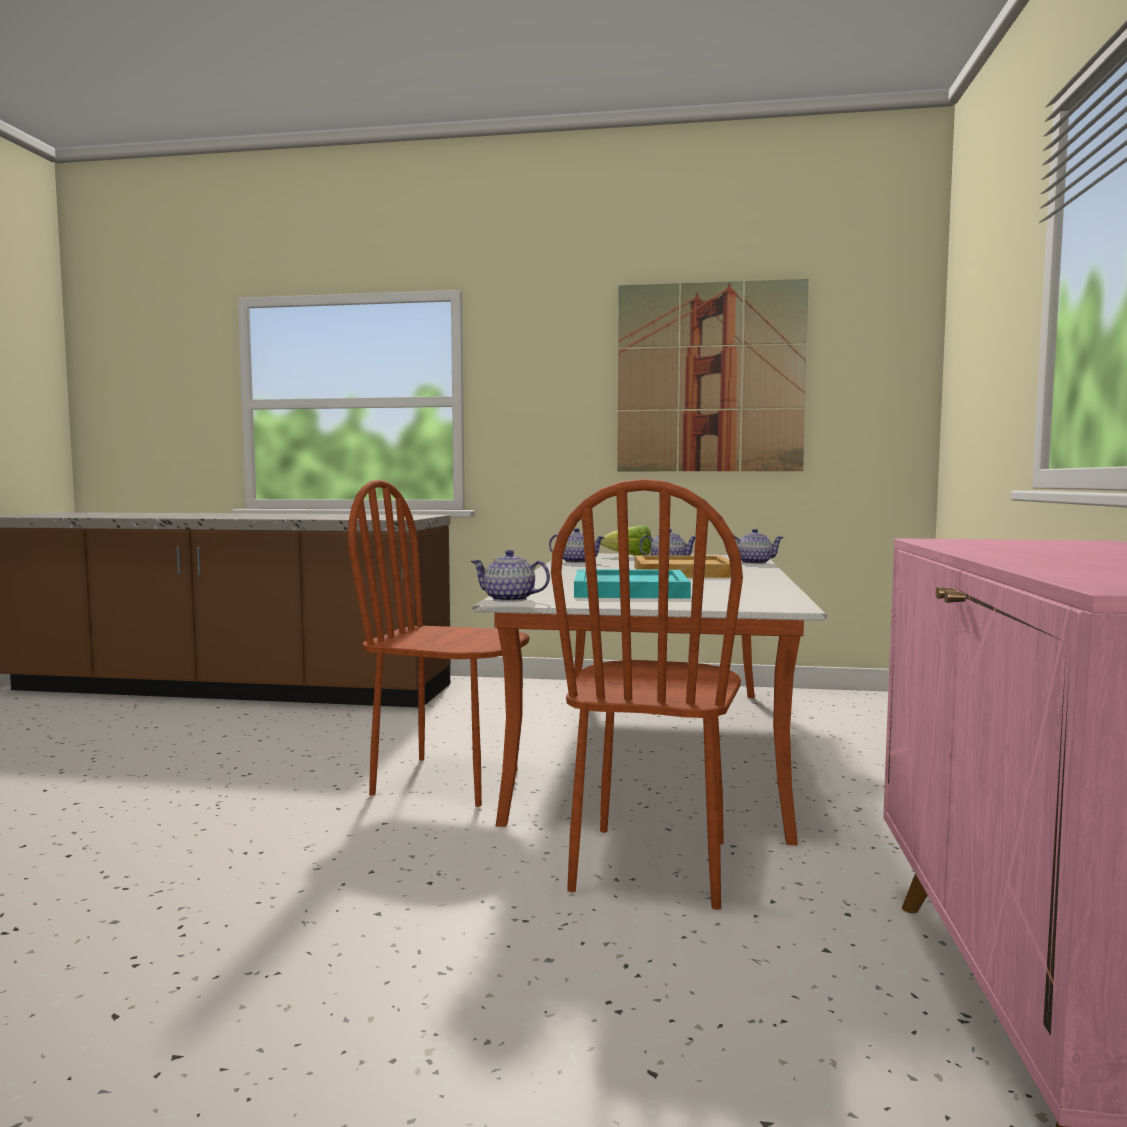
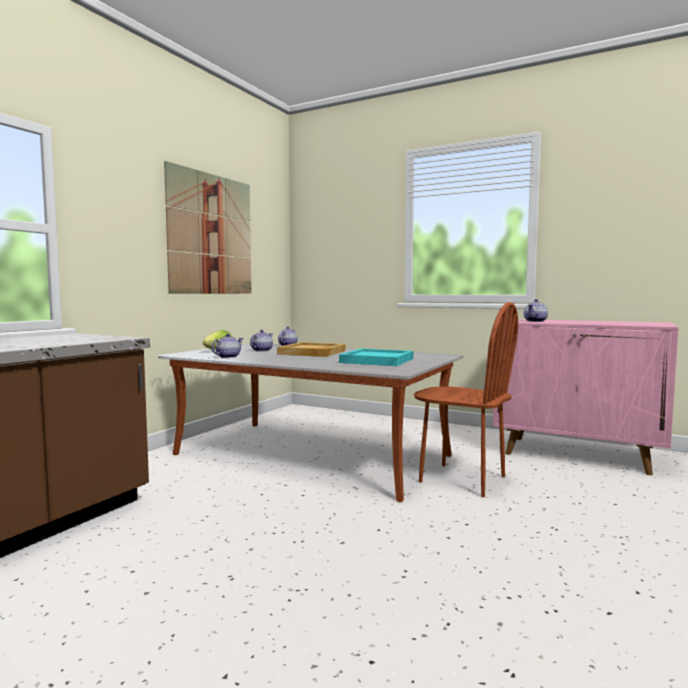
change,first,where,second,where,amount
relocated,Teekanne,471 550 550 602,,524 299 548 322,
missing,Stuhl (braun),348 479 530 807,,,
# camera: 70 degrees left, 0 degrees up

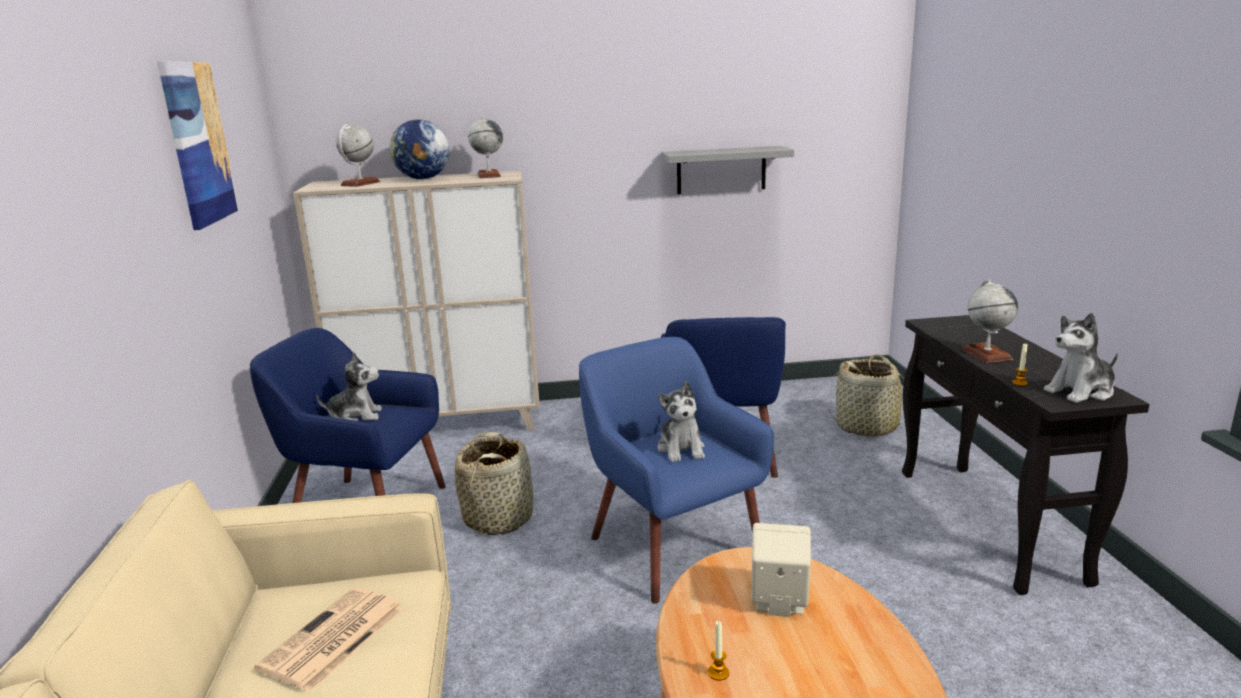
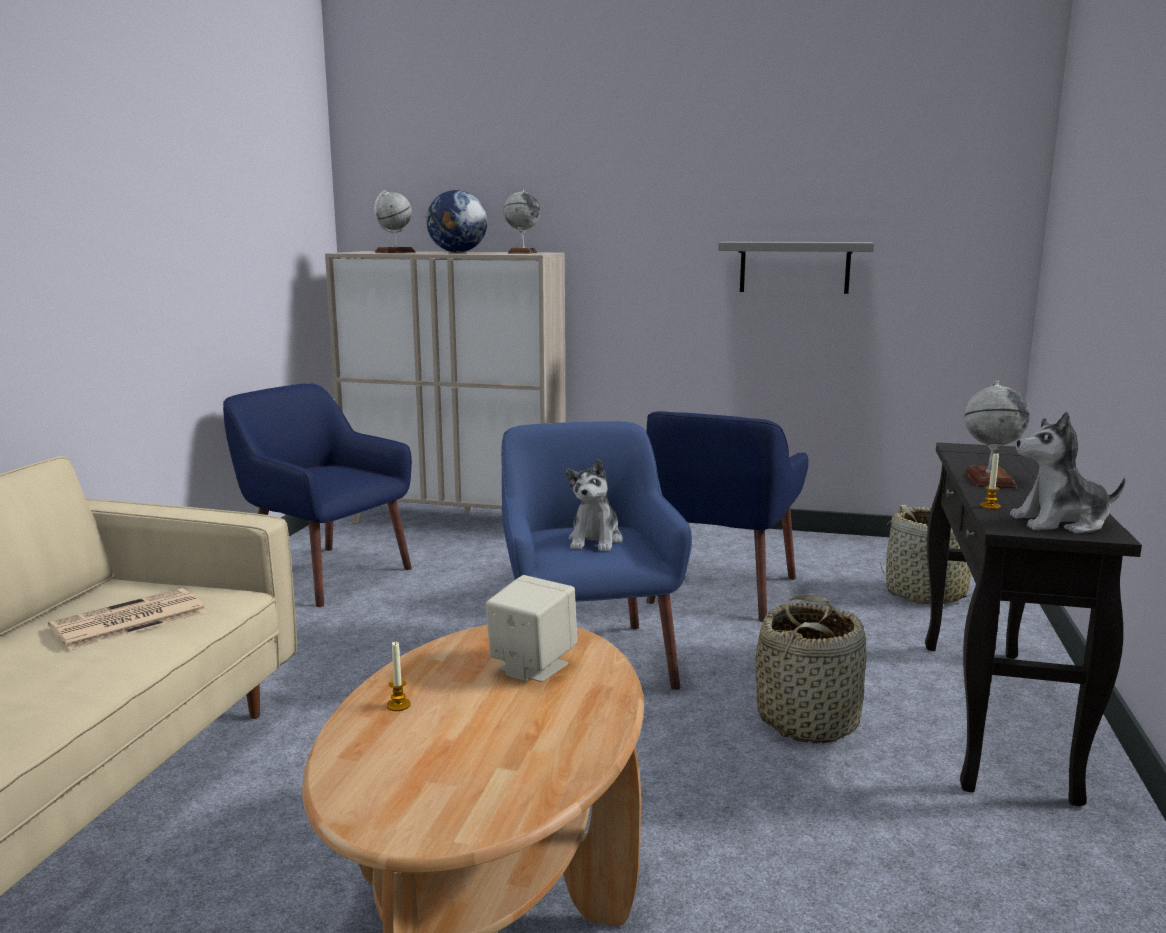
change,first,where,second,where,amount
relocated,Korb,455 432 533 535,,755 594 867 744,
missing,Bild,157 61 239 230,,,
missing,Plüschtier,316 352 382 421,,,
# camera: 20 degrees right, 5 degrees down

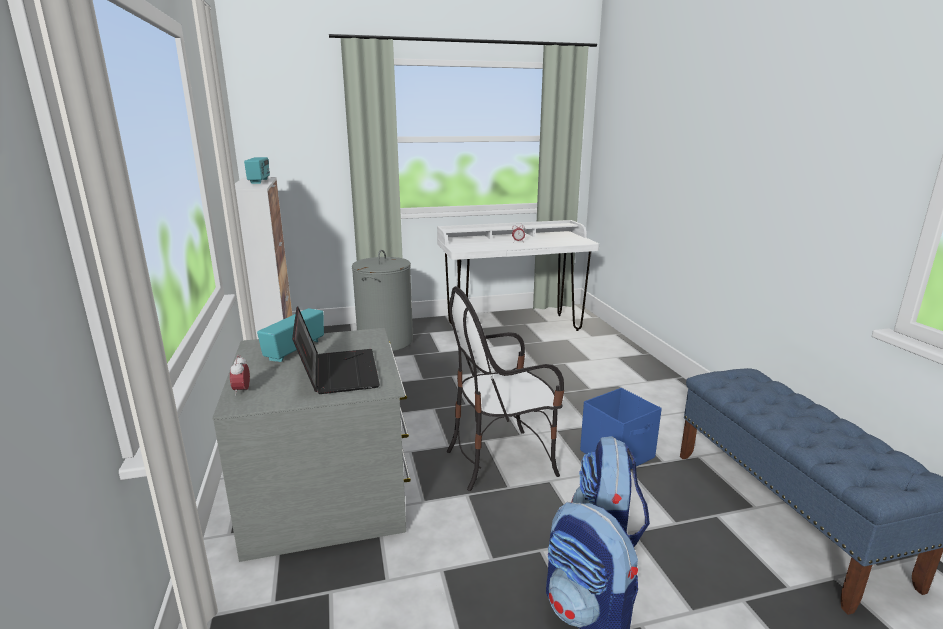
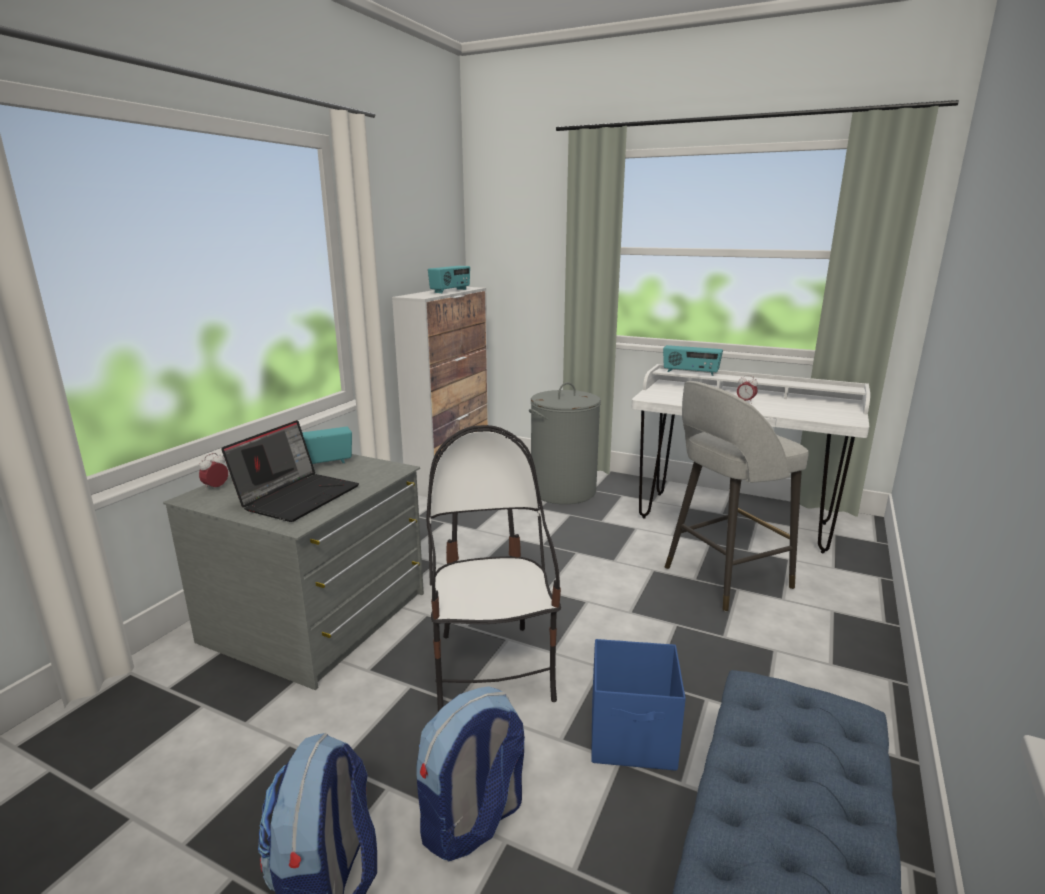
change,first,where,second,where,amount
spun,Stuhl,447 286 564 491,,426 425 561 712,60 degrees clockwise
appeared,,,Radio,663 345 723 376,
appeared,,,Hocker (grau),665 381 809 611,
# camera: 40 degrees right, 0 degrees up

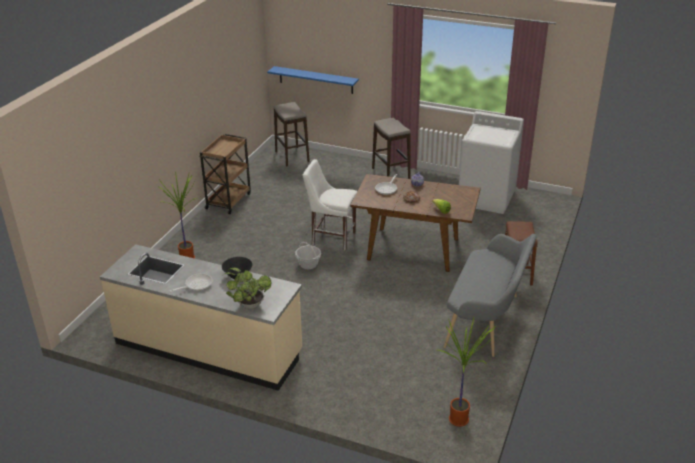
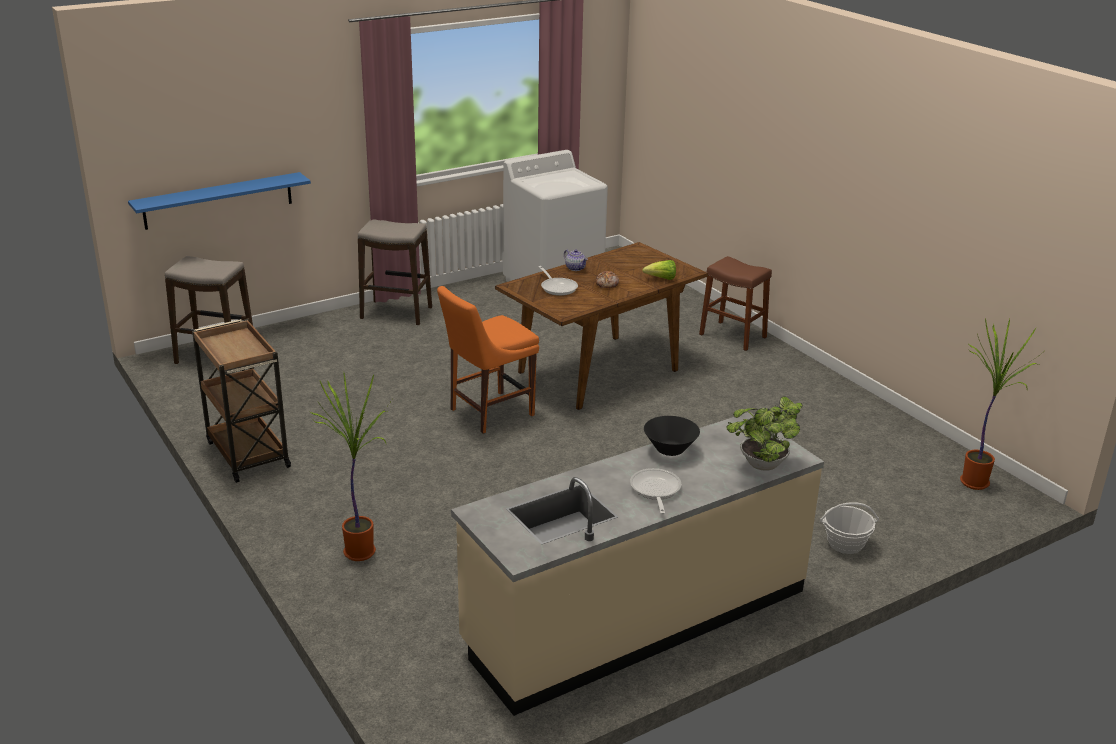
change,first,where,second,where,amount
colour,Stuhl (weiß),302 159 357 251,Stuhl (orange),437 286 539 434,
relocated,Korb,295 242 321 269,,820 502 879 554,
missing,Bank (grau),444 234 536 357,,,
# camera: 55 degrees left, 5 degrees down

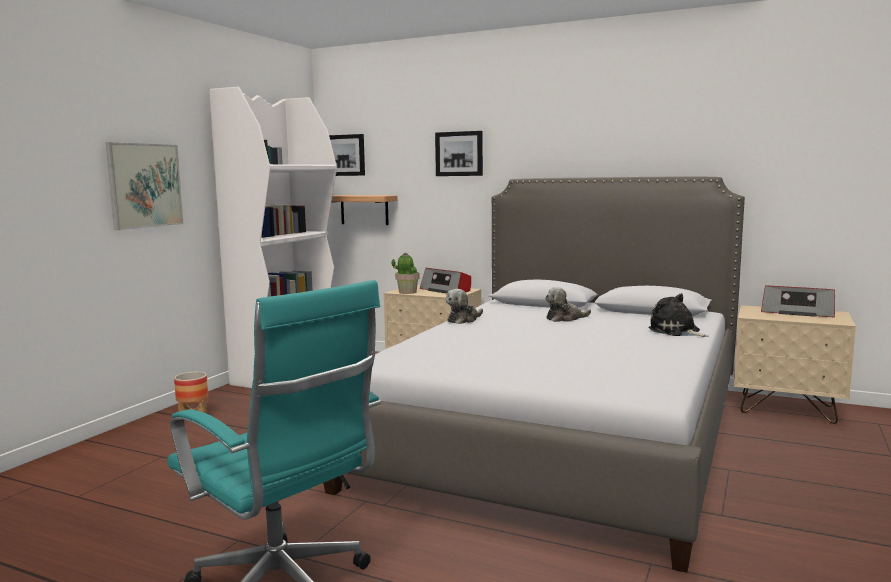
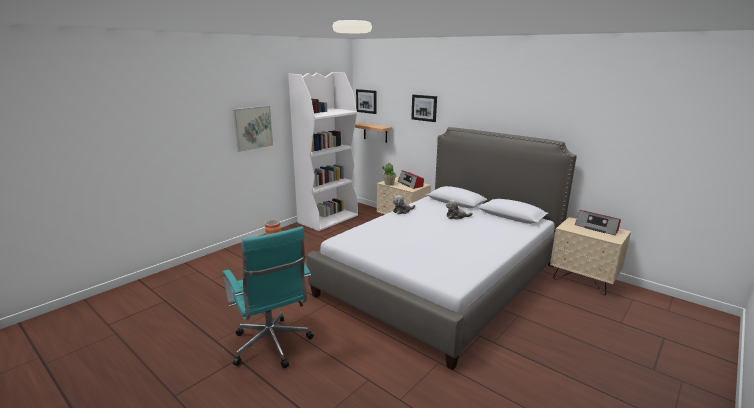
change,first,where,second,where,amount
missing,Plüschtier,648 293 708 337,,,
# camera: 15 degrees right, 10 degrees up

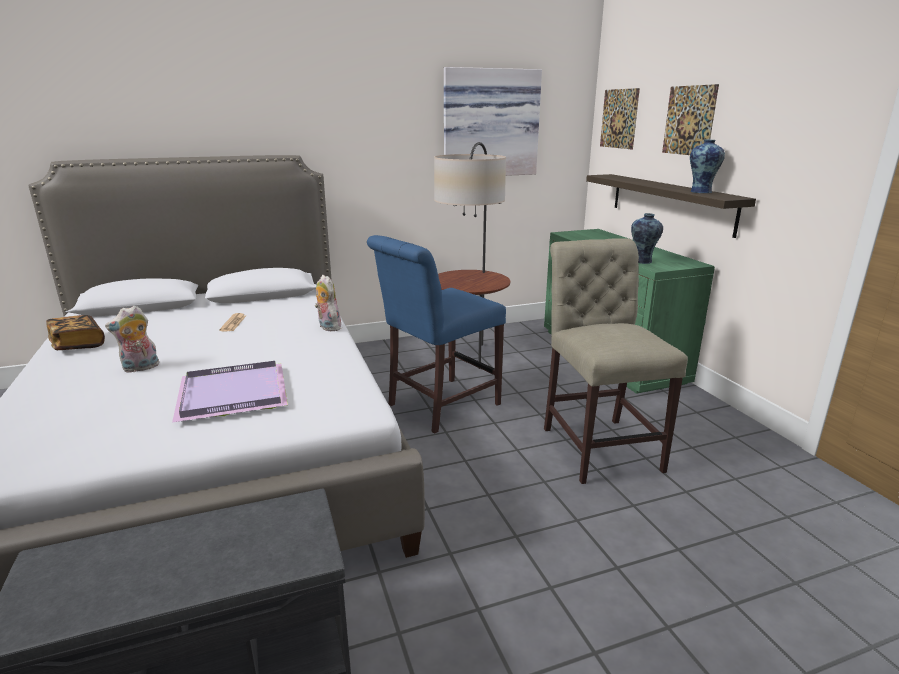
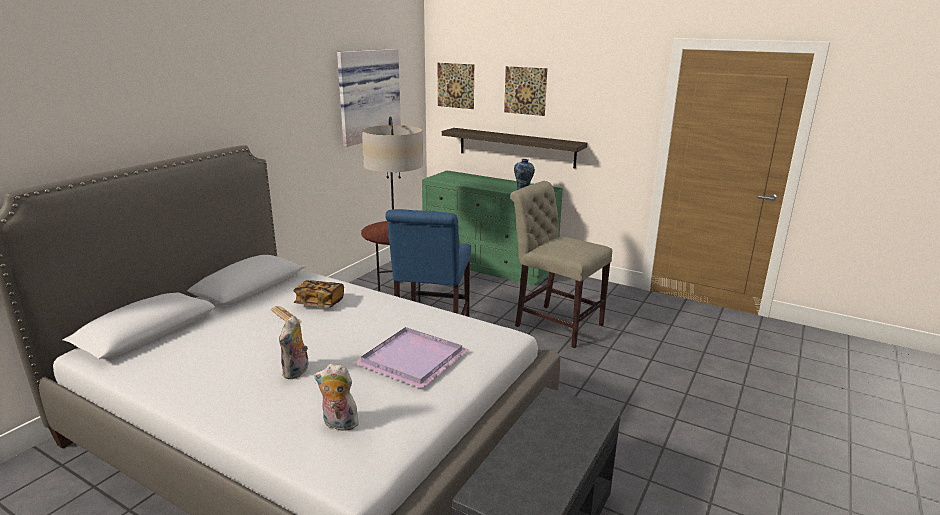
change,first,where,second,where,amount
relocated,Buch,46 315 105 350,,293 280 344 308,
relocated,Plüschtier,315 275 341 331,,314 364 359 431,
missing,Vase,690 139 725 193,,,
# camera: 40 degrees left, 0 degrees up

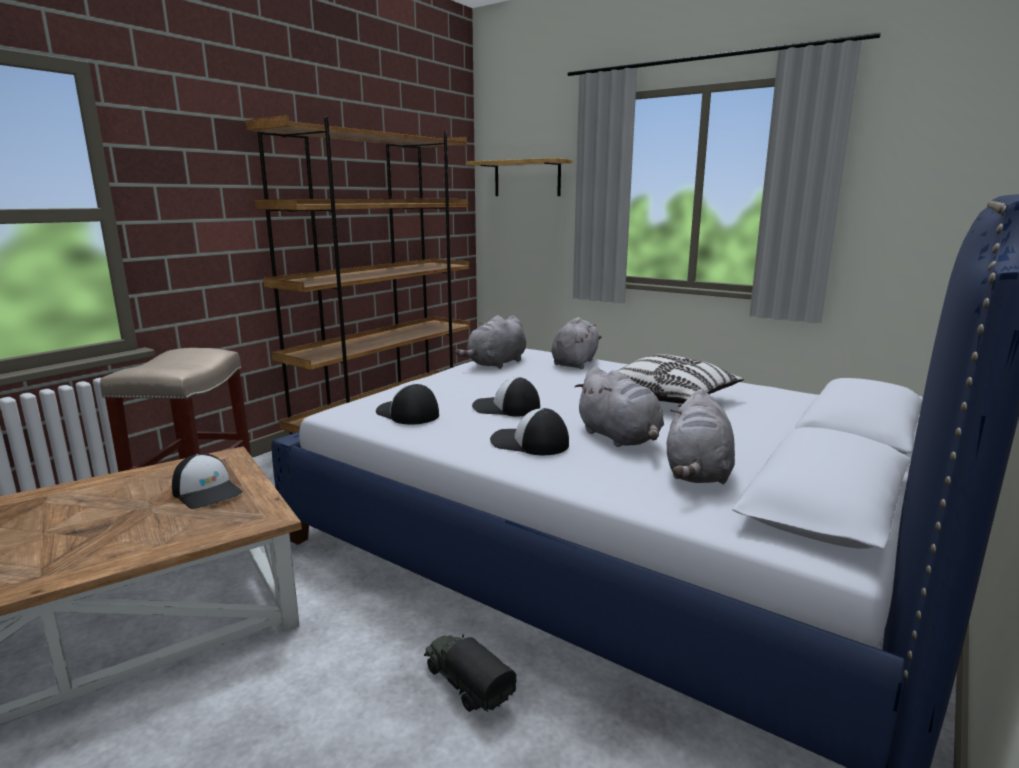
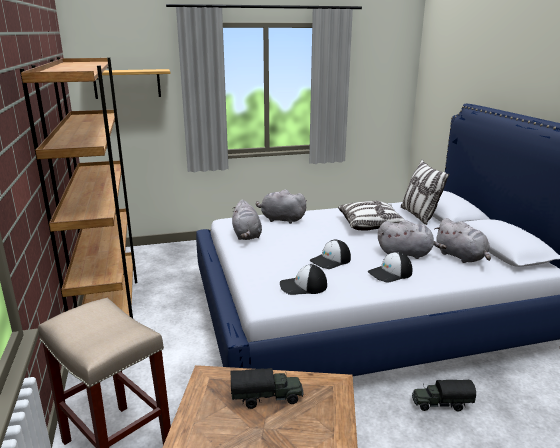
change,first,where,second,where,amount
exchanged,Kappe,172 453 243 509,Spielzeuglaster,230 368 304 409,
spun,Plüschtier (grau),551 317 602 369,,256 190 307 224,45 degrees counterclockwise
appeared,,,Kissen,401 160 449 225,
# camera: 50 degrees left, 5 degrees up

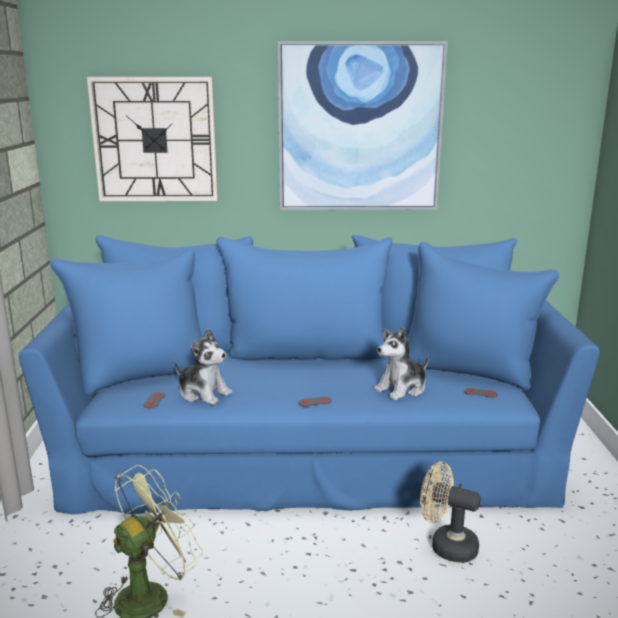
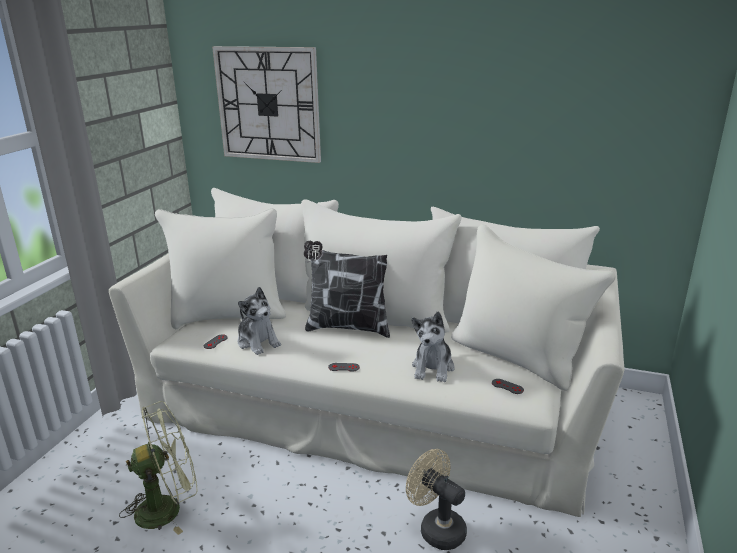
change,first,where,second,where,amount
colour,Sofa (blau),19 235 600 515,Sofa (beige),109 188 625 517,
appeared,,,Kissen,304 241 390 338,
spun,Plüschtier,374 327 429 400,,411 311 455 382,60 degrees counterclockwise
missing,Bild,278 41 448 210,,,
# camera: 20 degrees right, 5 degrees up

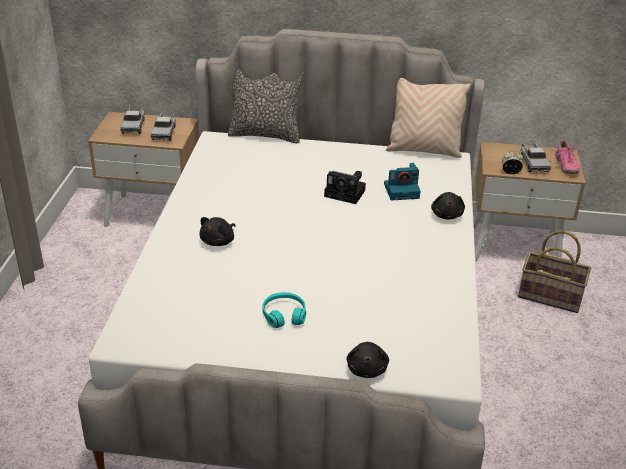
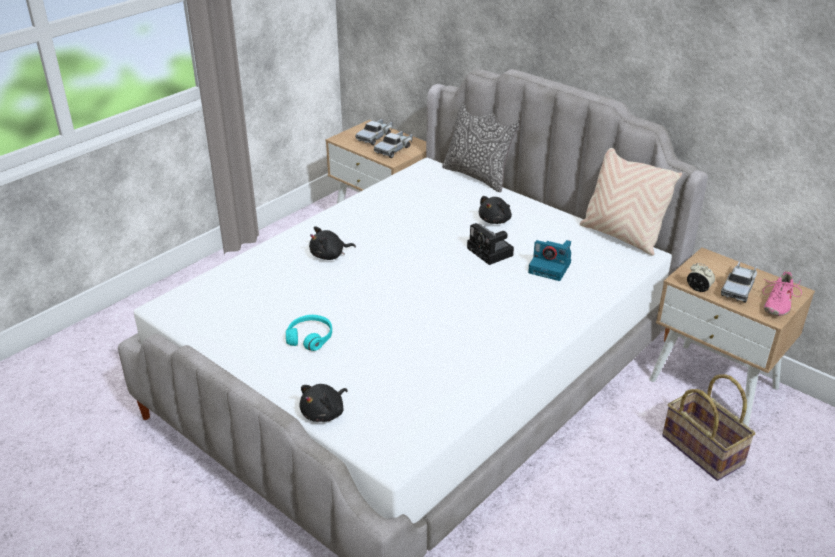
change,first,where,second,where,amount
relocated,Plüschtier (schwarz),431 192 465 220,,479 196 512 224,
# camera: 35 degrees right, 0 degrees up

